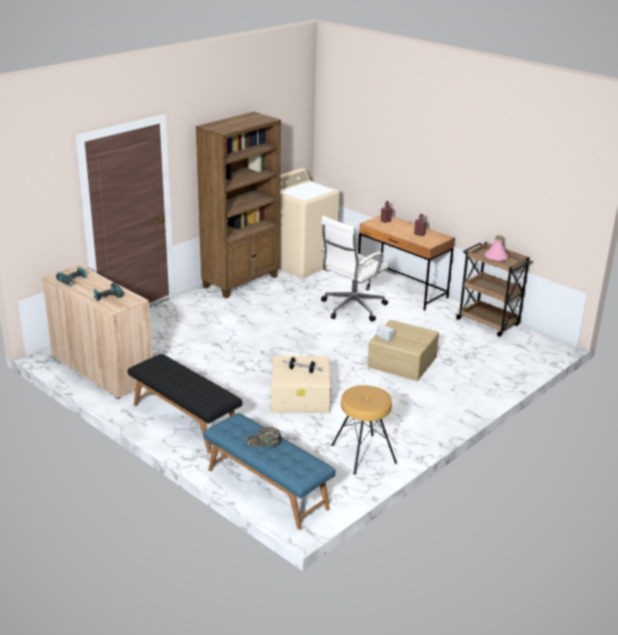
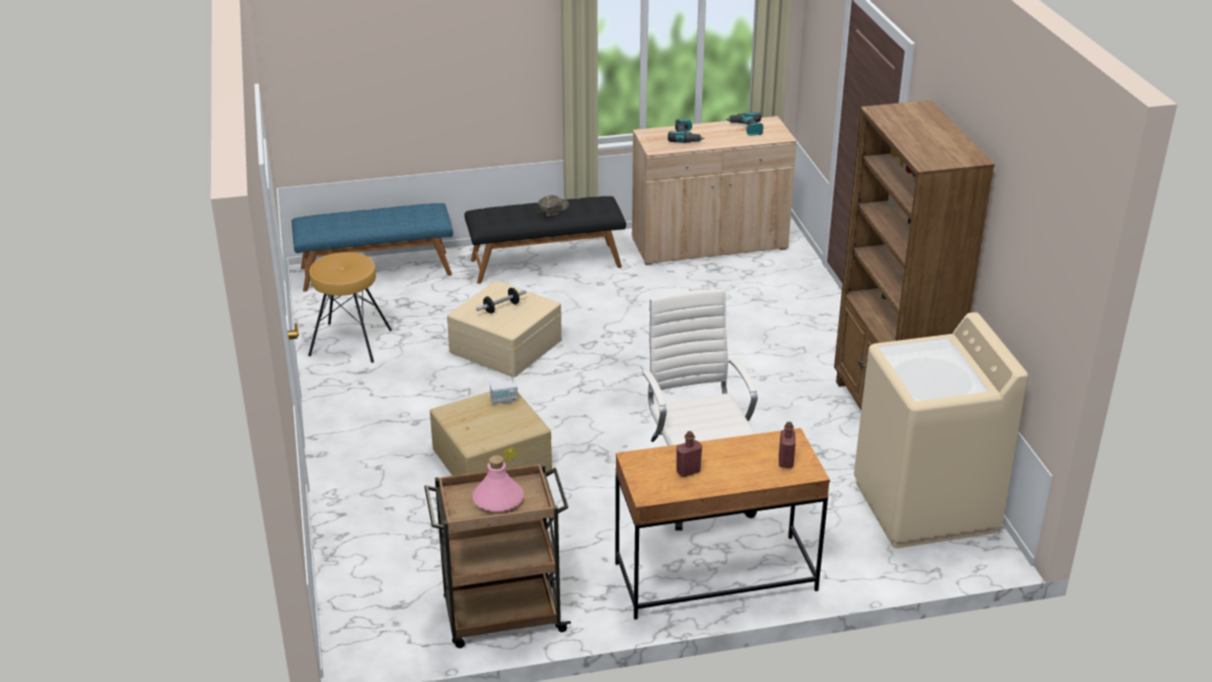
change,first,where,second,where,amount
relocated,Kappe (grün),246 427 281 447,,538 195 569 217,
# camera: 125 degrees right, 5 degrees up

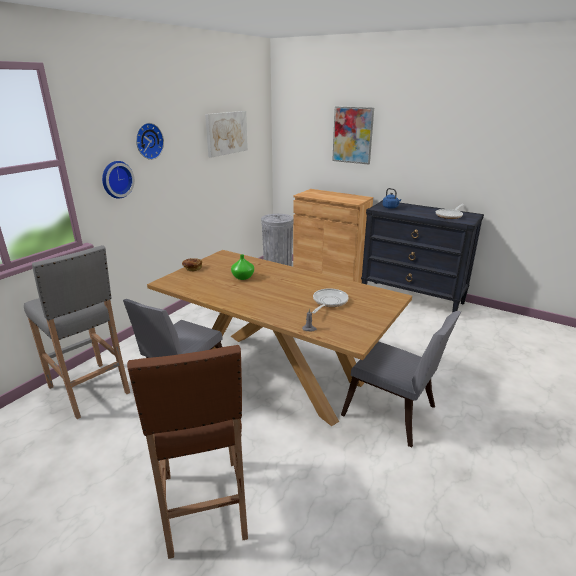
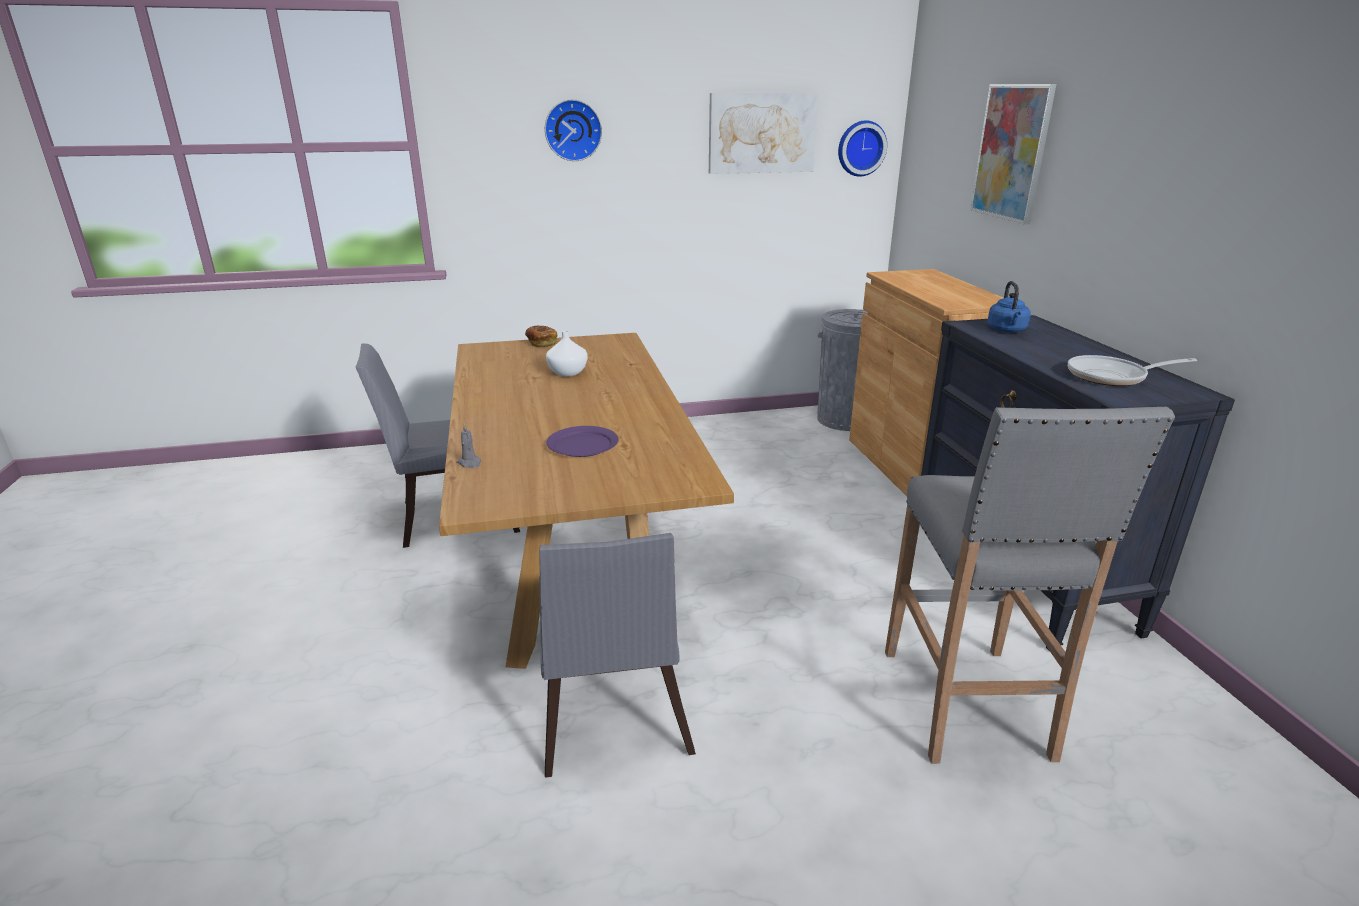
change,first,where,second,where,amount
colour,Vase (grün),231 254 254 280,Vase (weiß),546 331 588 376,
exchanged,Pfanne,312 288 349 314,Teller (lila),546 426 619 457,
relocated,Wanduhr,102 161 135 199,,838 120 887 177,
relocated,Hocker (grau),24 245 130 419,,885 406 1175 764,
missing,Hocker (braun),127 345 248 559,,,
# camera: 45 degrees right, 0 degrees up

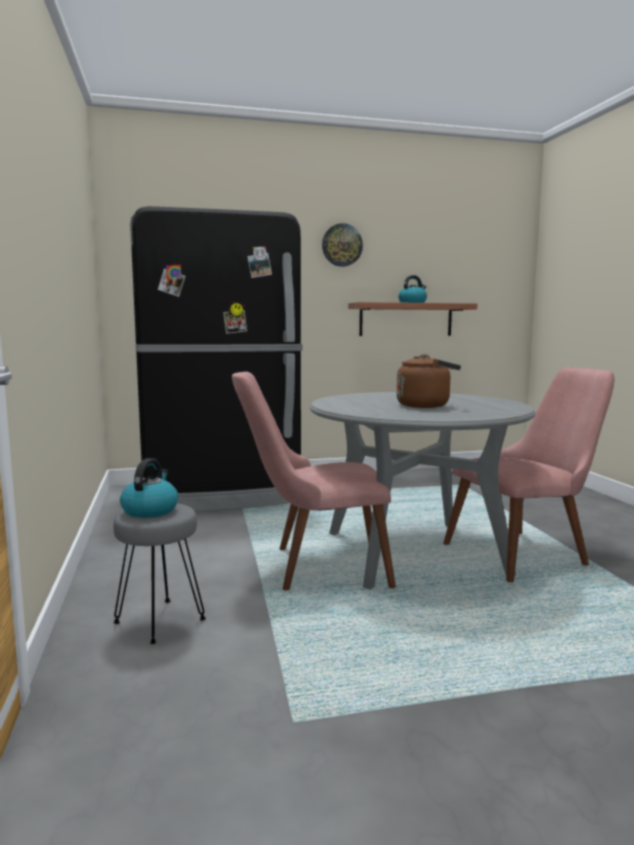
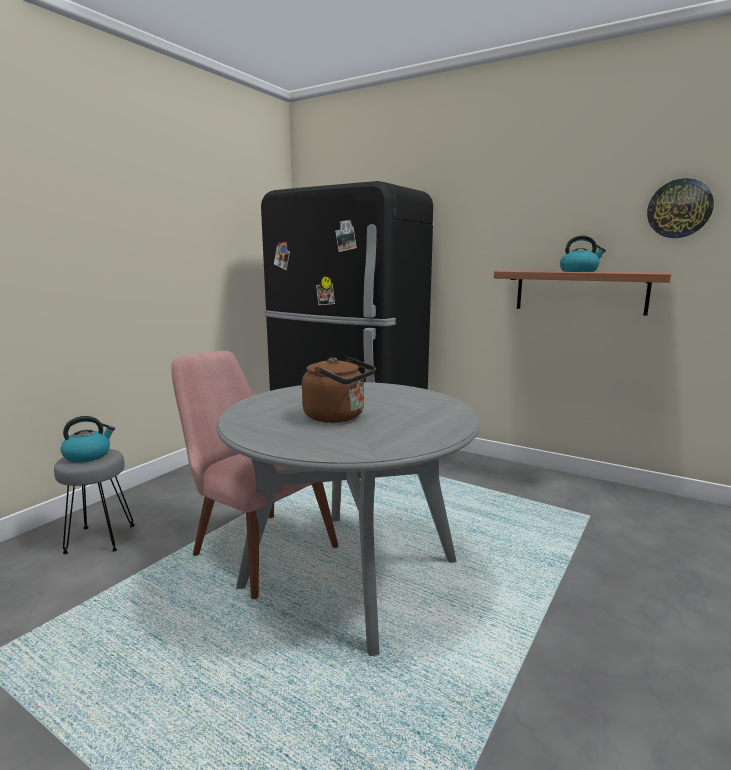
change,first,where,second,where,amount
relocated,Wanduhr,322 223 363 267,,647 178 714 238,
missing,Stuhl (rosa),443 367 615 582,,,
# camera: 45 degrees right, 5 degrees up

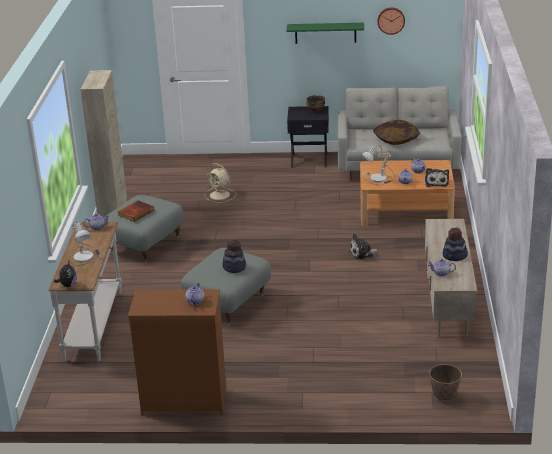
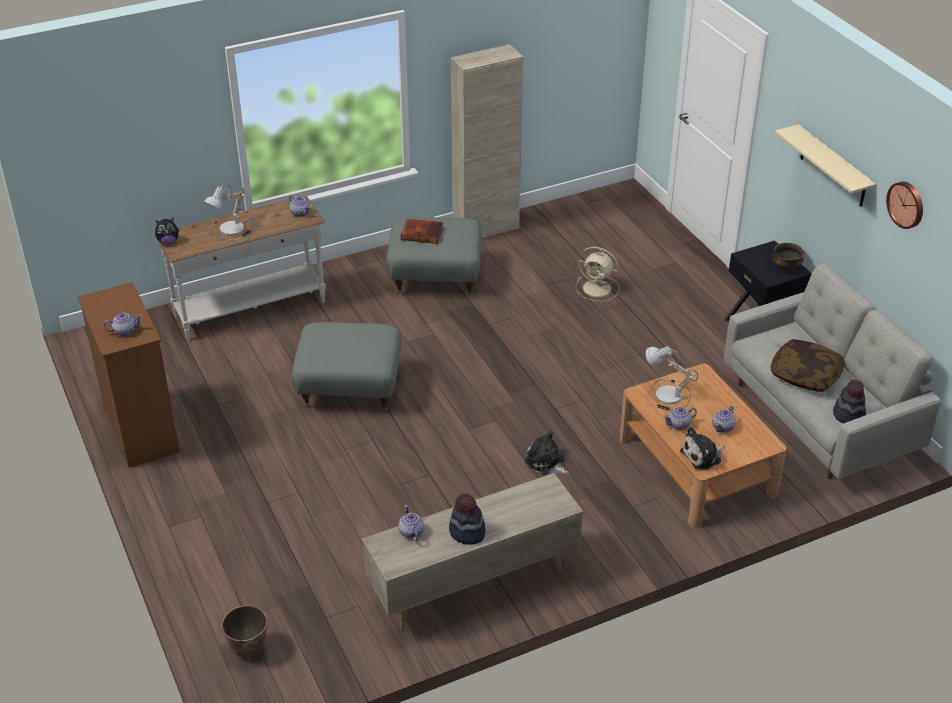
change,first,where,second,where,amount
spun,Ventilator (beige),205 163 236 203,,576 247 620 302,75 degrees counterclockwise
colour,Wandregal (grün),286 23 364 44,Wandregal (beige),775 124 876 207,
relocated,Hut,223 239 246 273,,833 379 866 423,
# camera: 60 degrees right, 10 degrees up

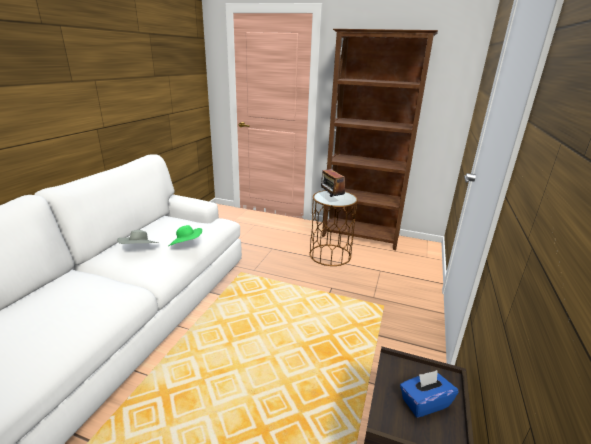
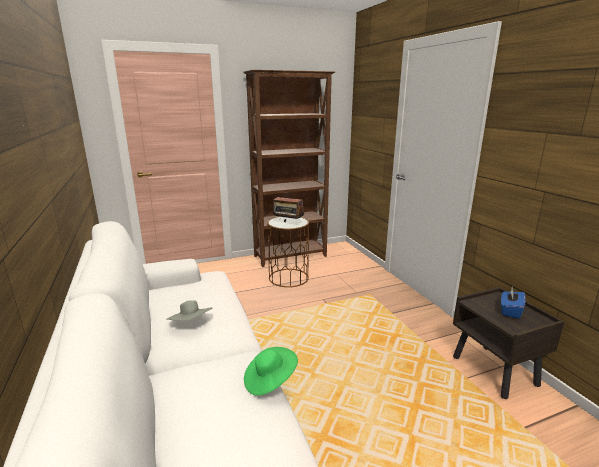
change,first,where,second,where,amount
relocated,Hut (grün),169 225 202 246,,244 347 298 396,
# camera: 40 degrees left, 5 degrees down

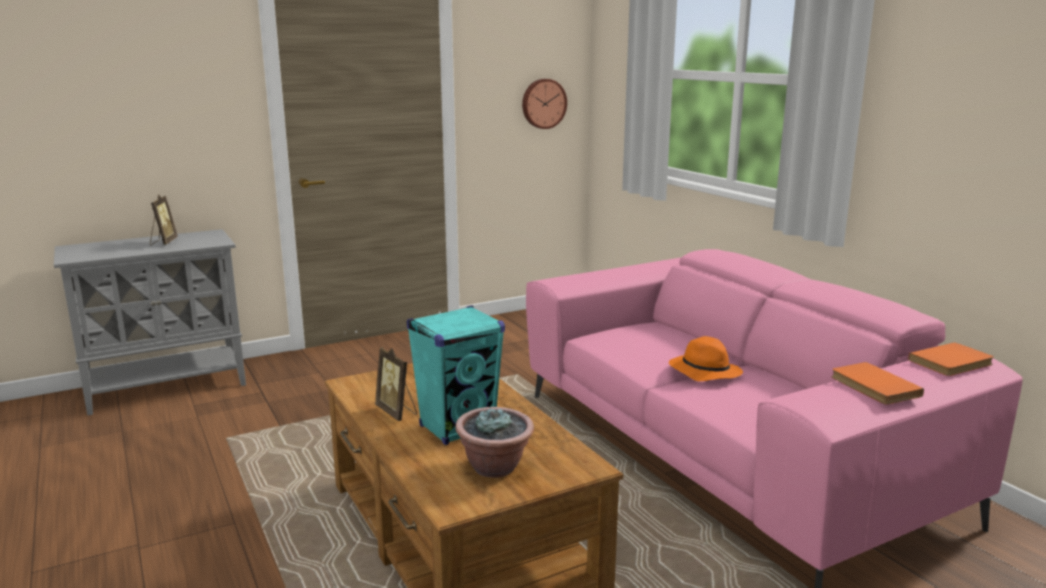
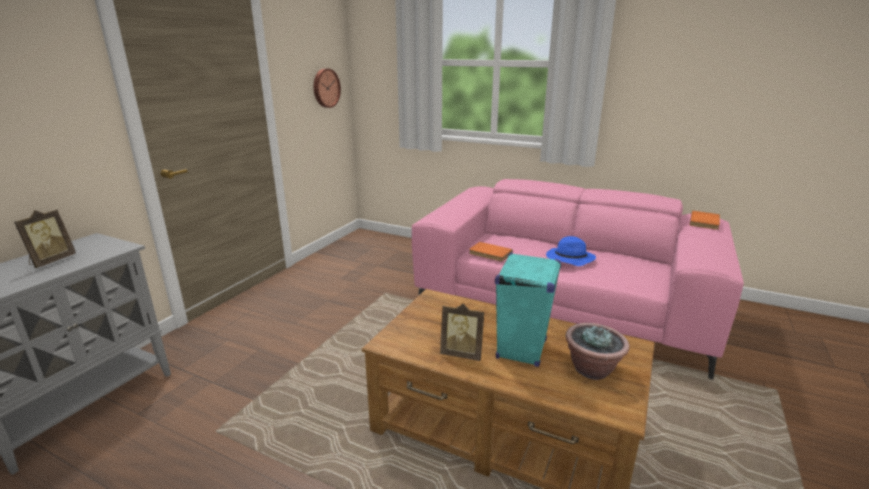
change,first,where,second,where,amount
spun,Bilderrahmen,150 194 178 246,,14 210 76 268,60 degrees clockwise
relocated,Buch (orange),832 362 924 405,,469 242 513 262,
colour,Hut (orange),669 336 743 381,Hut (blau),546 236 596 266,
# camera: 35 degrees left, 5 degrees up

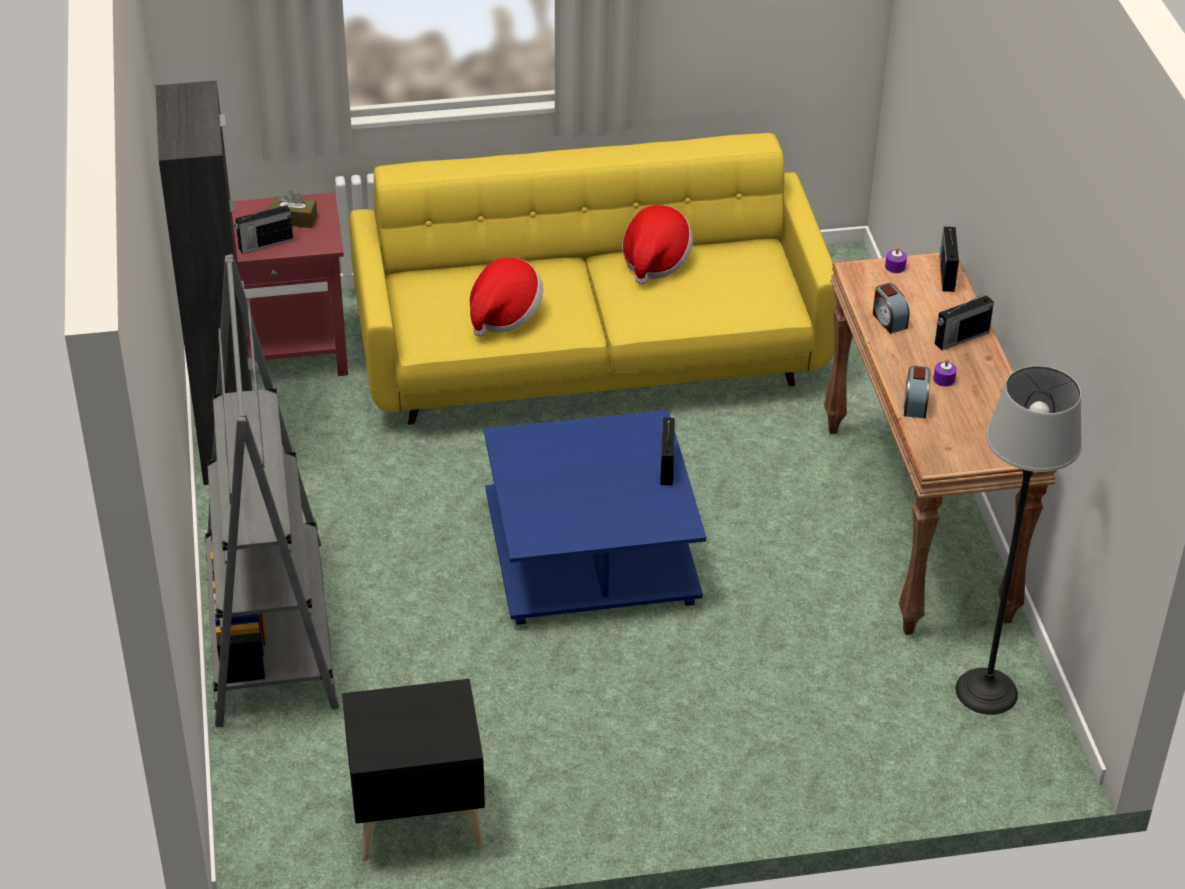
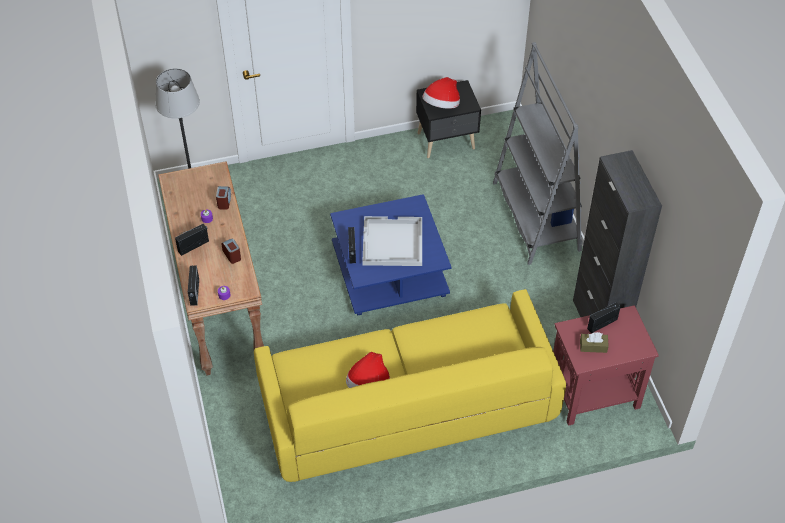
change,first,where,second,where,amount
appeared,,,Tablett (weiß),362 216 422 266,
relocated,Hut,470 258 543 337,,423 77 460 109,
# camera: 175 degrees right, 10 degrees up

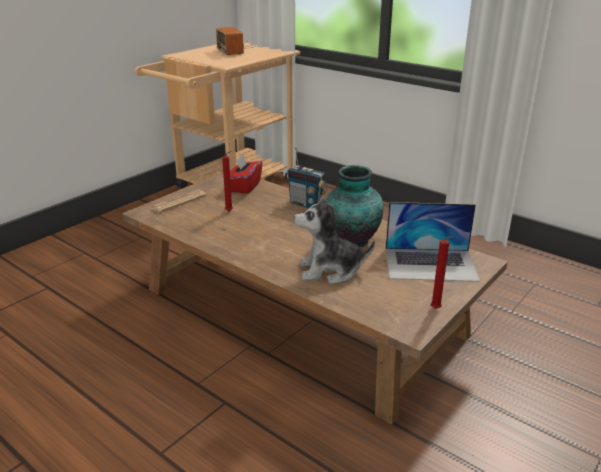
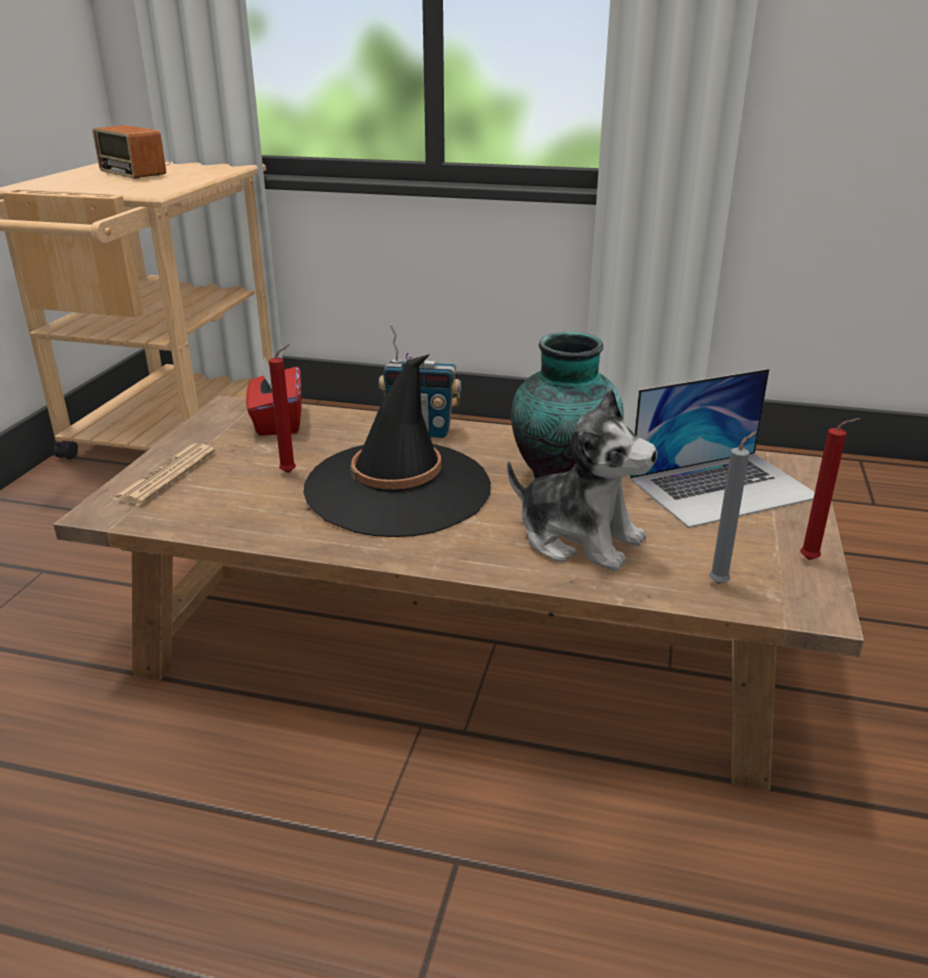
change,first,where,second,where,amount
appeared,,,Hut (schwarz),304 354 491 537,
spun,Plüschtier,294 195 375 284,,507 388 657 571,120 degrees counterclockwise
appeared,,,Kerze (grau),709 431 757 584,
# camera: 25 degrees left, 0 degrees up

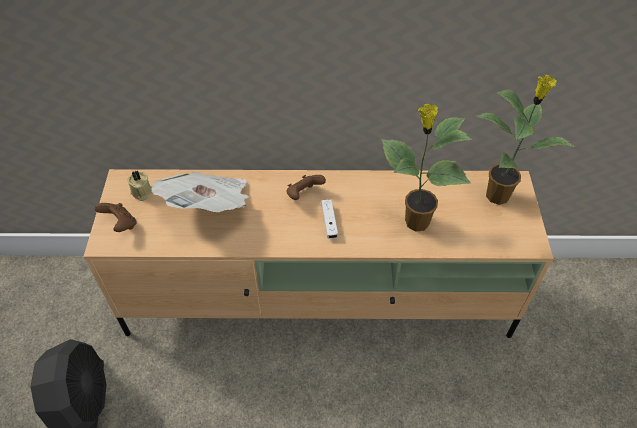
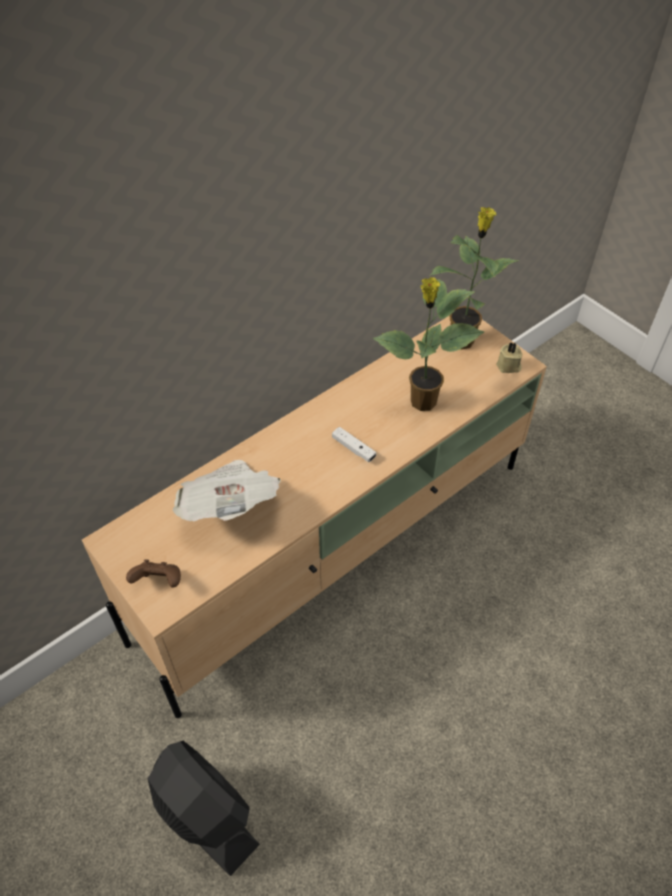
change,first,where,second,where,amount
relocated,Kerze (beige),128 171 152 201,,496 342 522 373,
missing,Gamepad (braun),286 175 326 200,,,
# camera: 40 degrees left, 0 degrees up

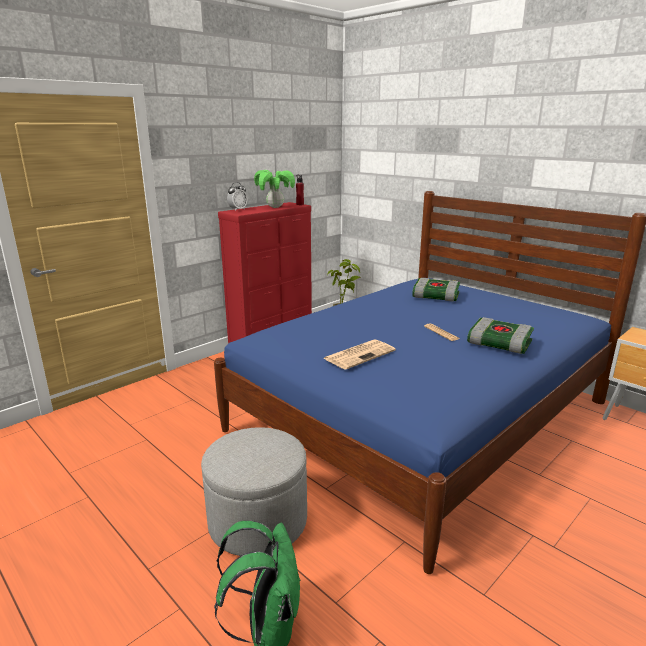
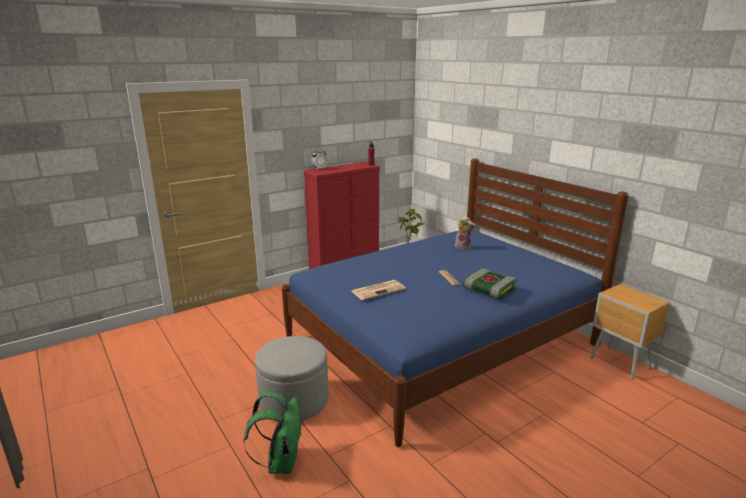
change,first,where,second,where,amount
exchanged,Buch,412 278 460 302,Plüschtier,455 216 475 250,
missing,Topfpflanze,254 170 295 208,,,
# camera: 10 degrees right, 0 degrees up

